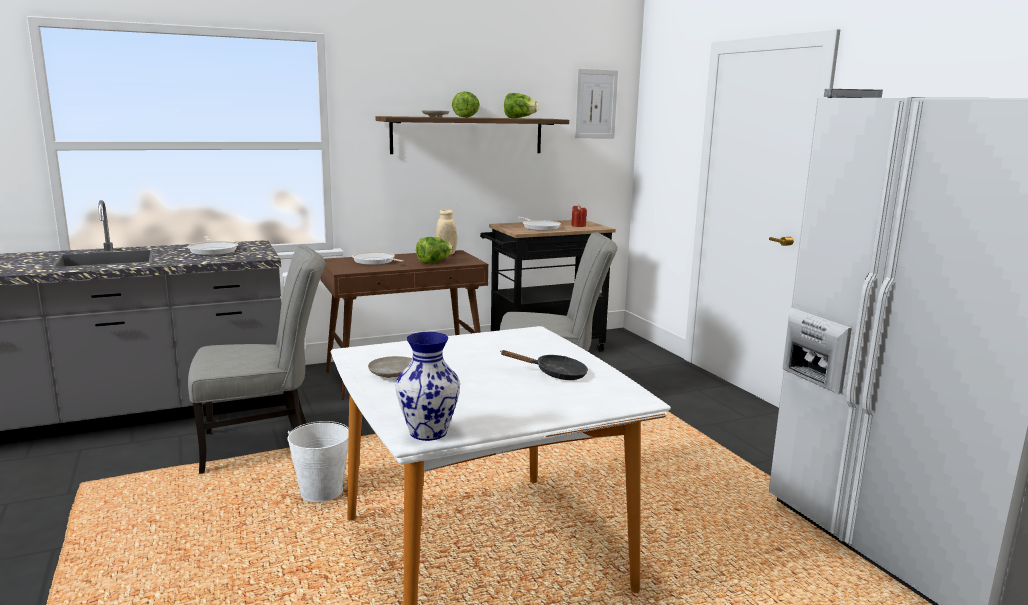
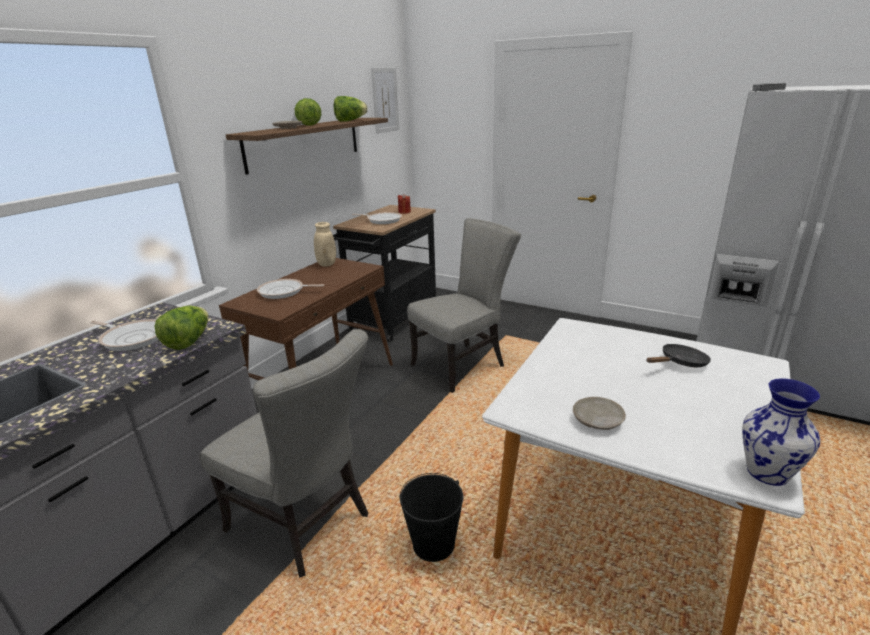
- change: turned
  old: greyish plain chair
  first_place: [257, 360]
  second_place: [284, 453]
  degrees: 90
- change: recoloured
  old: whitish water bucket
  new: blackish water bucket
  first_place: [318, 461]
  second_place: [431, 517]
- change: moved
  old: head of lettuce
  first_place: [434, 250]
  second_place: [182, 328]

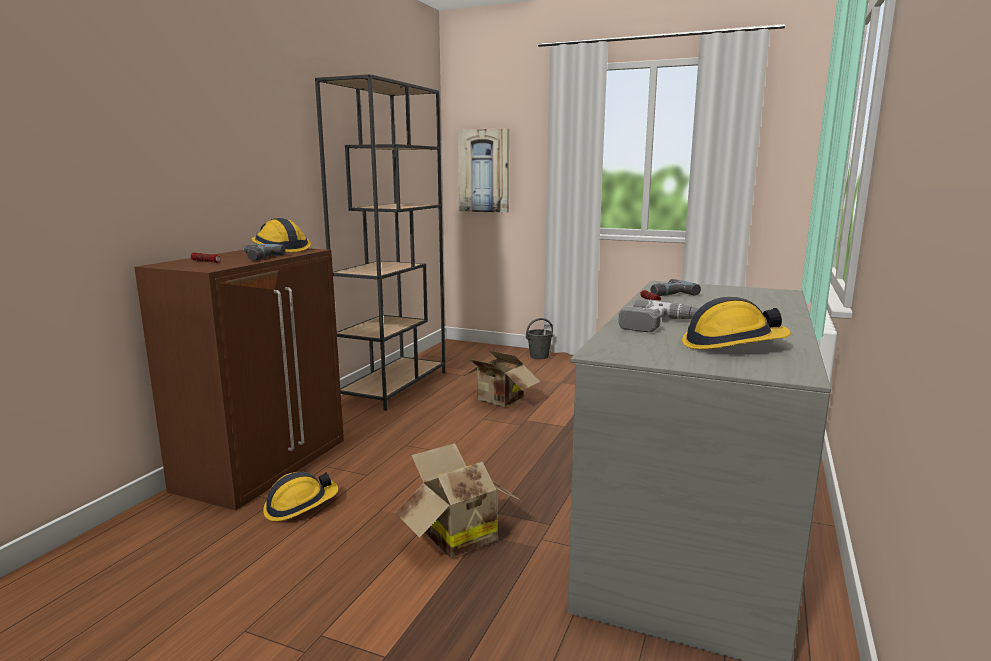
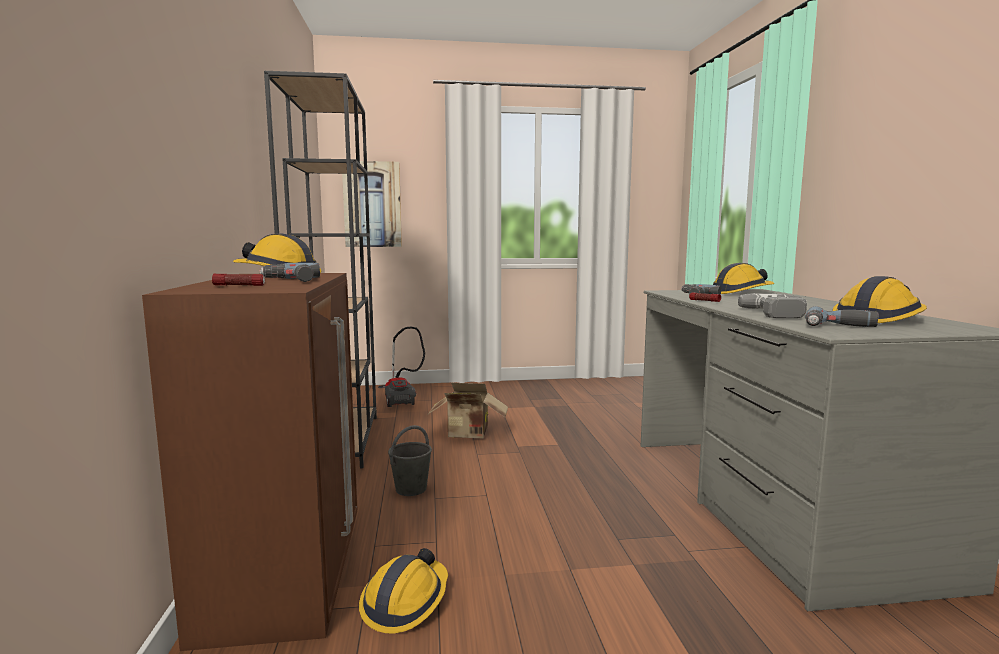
- change: removed
  old: cardboard box
  first_place: [457, 500]
- change: moved
  old: greyish water bucket
  first_place: [539, 338]
  second_place: [410, 460]
- change: added
  new: hoover
  second_place: [401, 367]
- change: added
  new: safety helmet
  second_place: [743, 278]
- change: added
  new: power drill
  second_place: [842, 316]

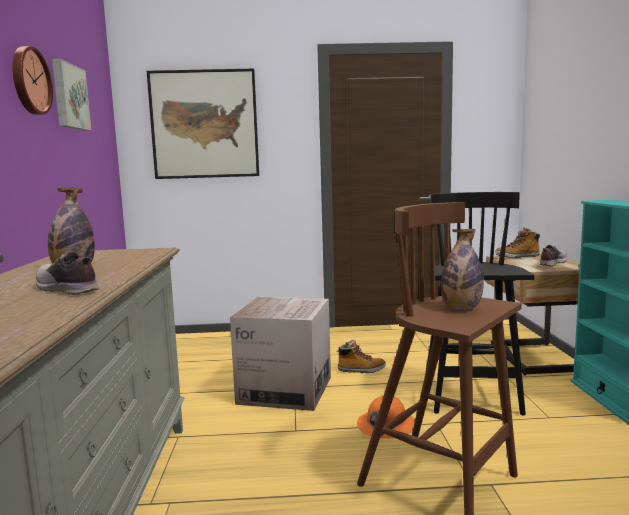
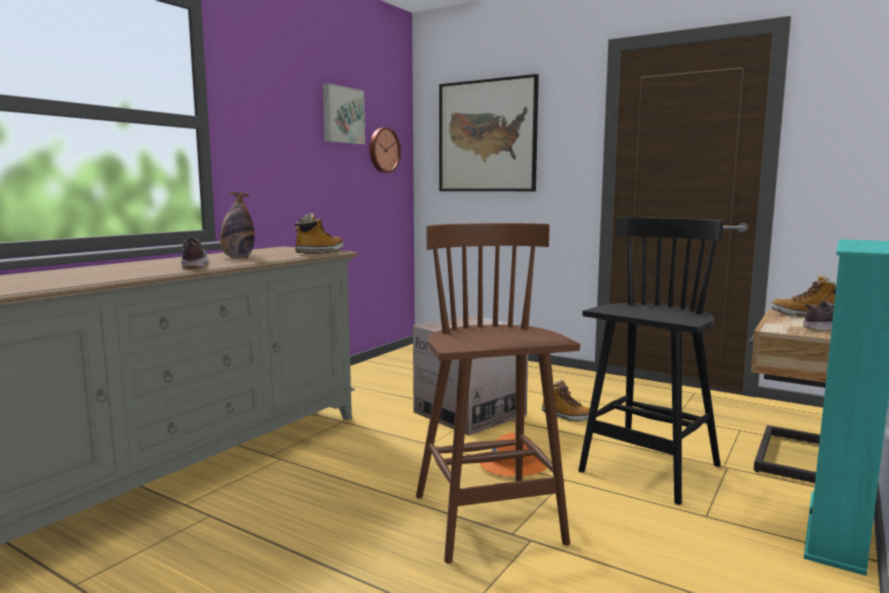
- change: moved
  old: wall clock
  first_place: [32, 80]
  second_place: [385, 150]
- change: removed
  old: drink bottle
  first_place: [462, 269]
- change: added
  new: tall boot
  second_place: [319, 233]

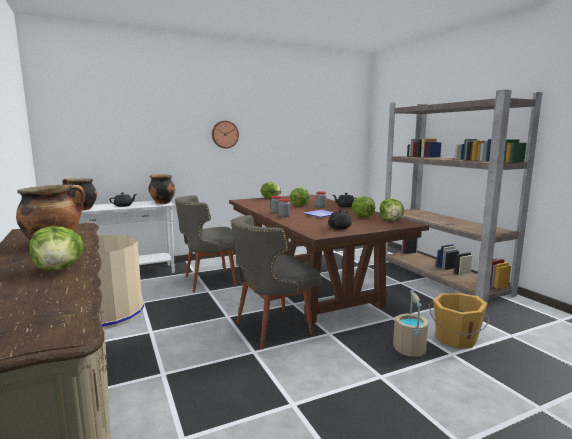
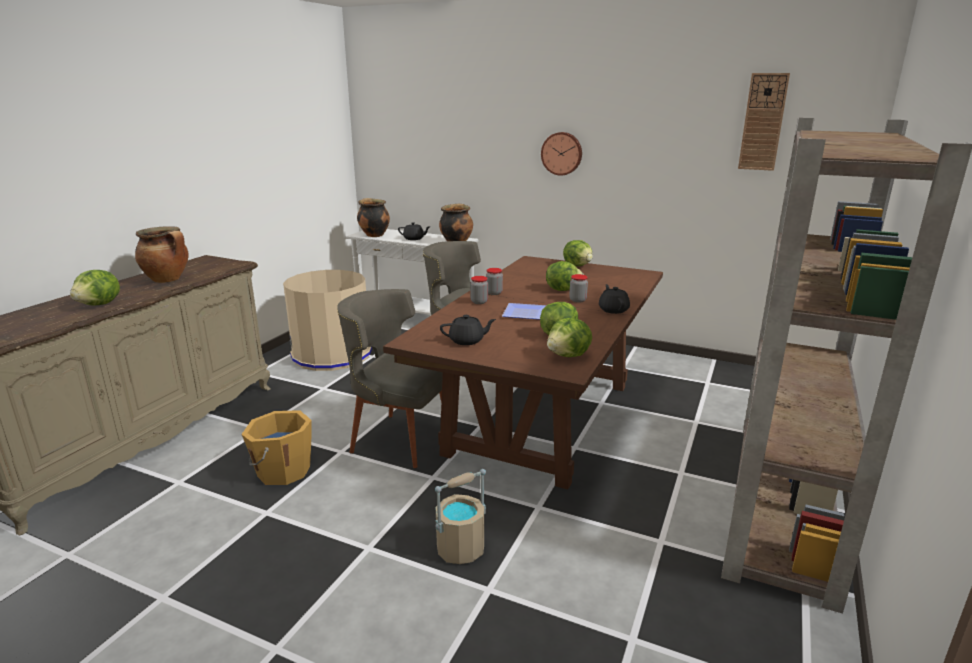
- change: moved
  old: orangey water bucket
  first_place: [459, 320]
  second_place: [276, 447]
- change: added
  new: wall clock
  second_place: [764, 122]

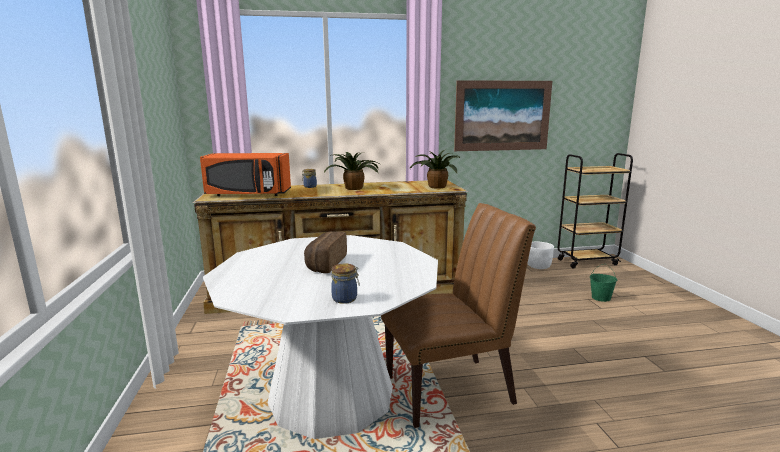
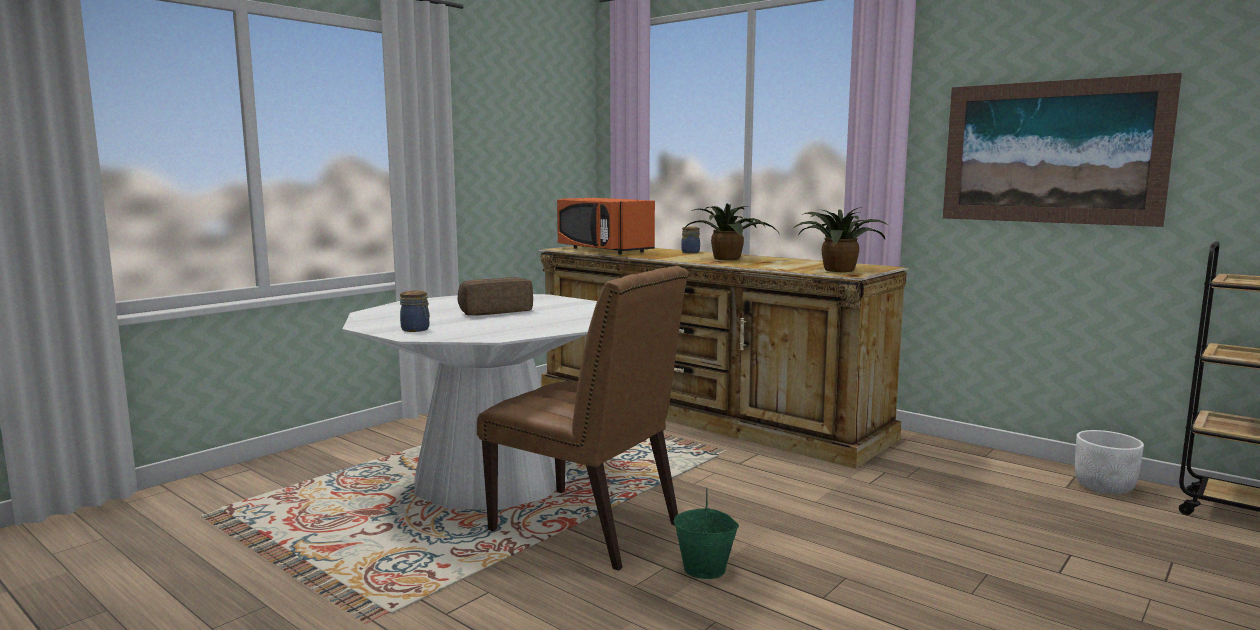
- change: moved
  old: green water bucket
  first_place: [603, 283]
  second_place: [706, 533]

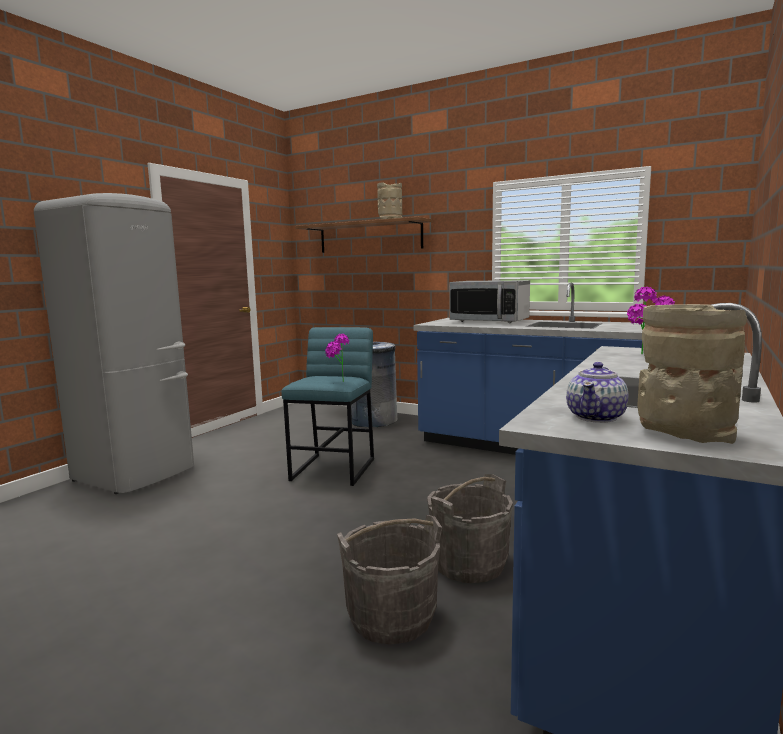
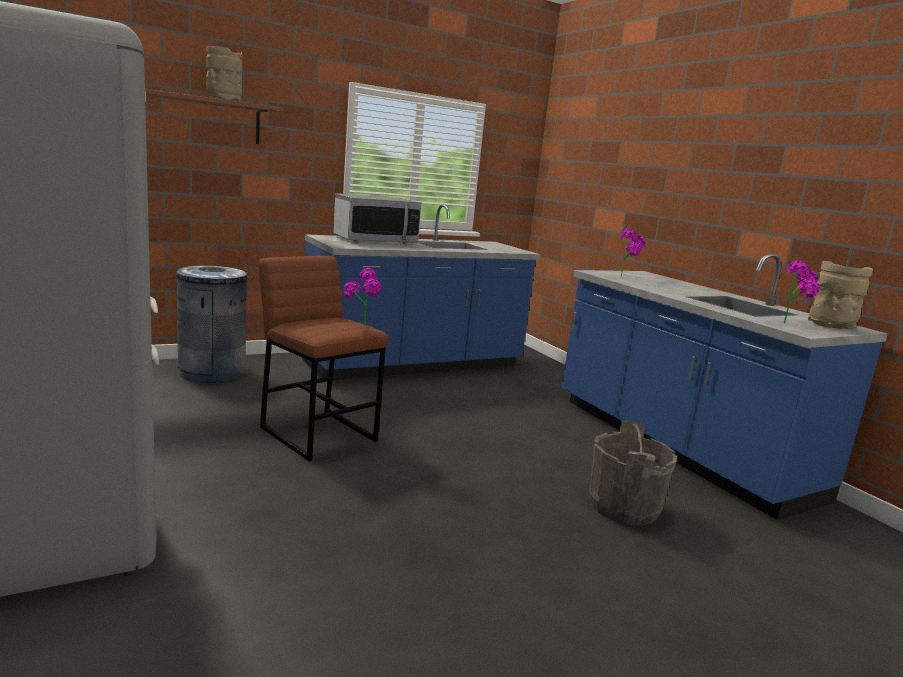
- change: recoloured
  old: blue stool
  new: brown stool
  first_place: [327, 406]
  second_place: [323, 358]
- change: removed
  old: greyish water bucket
  first_place: [470, 528]
- change: replaced
  old: teapot
  new: plant in a pot
  first_place: [597, 392]
  second_place: [802, 291]

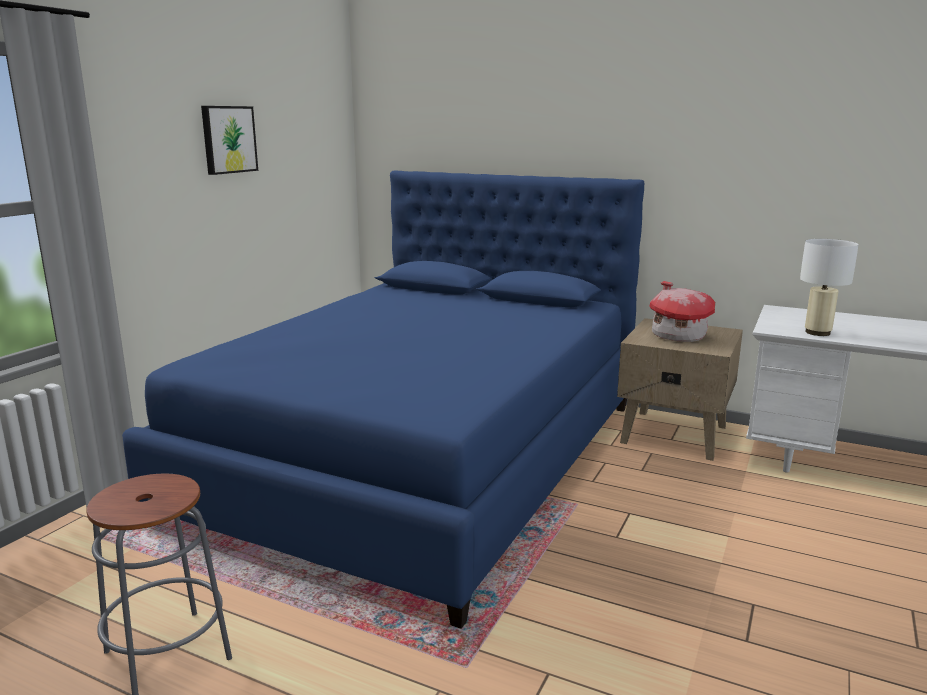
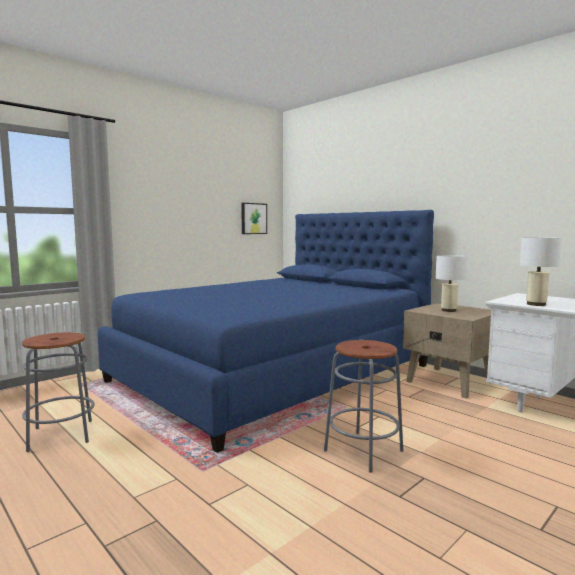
- change: moved
  old: picture
  first_place: [229, 140]
  second_place: [254, 218]
- change: replaced
  old: miniature house
  new: whitish tabletop lamp
  first_place: [682, 311]
  second_place: [451, 283]
- change: added
  new: greyish stool
  second_place: [363, 406]

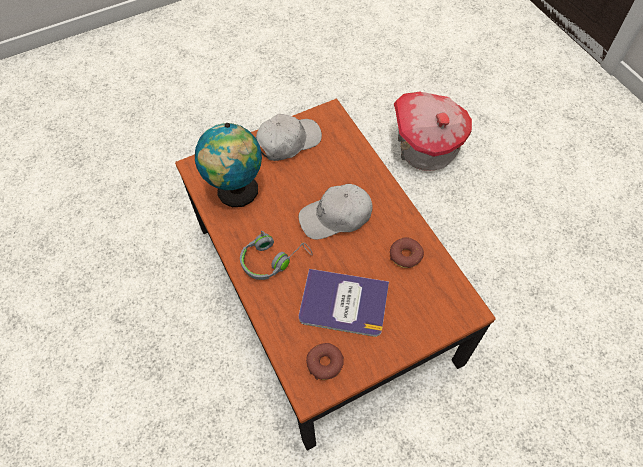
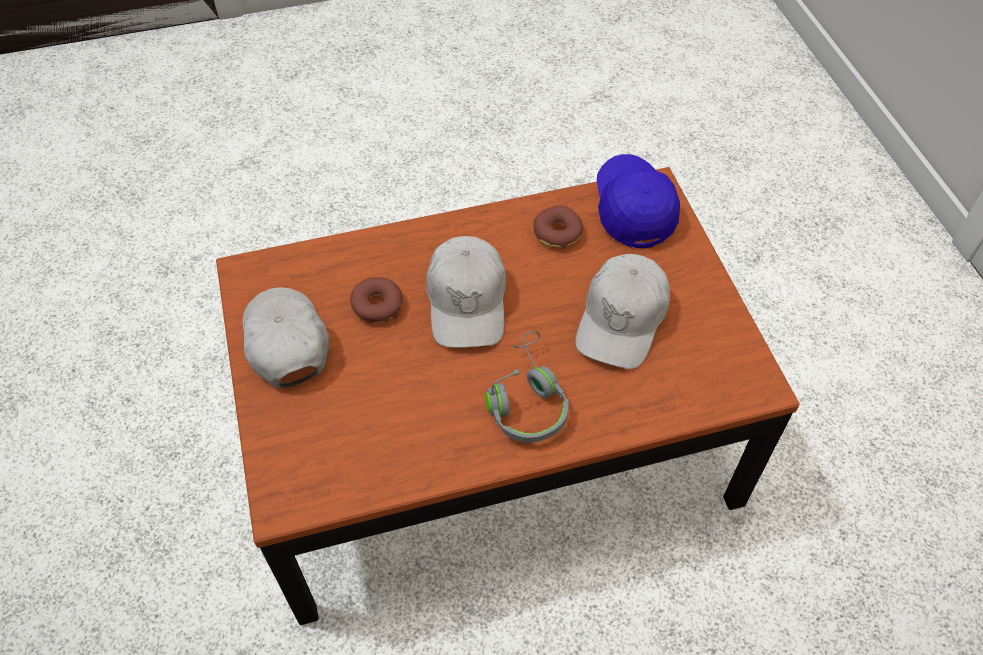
- change: removed
  old: world globe
  first_place: [228, 165]
- change: replaced
  old: volume
  new: whitish cap
  first_place: [344, 303]
  second_place: [622, 311]
- change: moved
  old: donut
  first_place: [325, 361]
  second_place: [376, 300]
- change: removed
  old: miniature house
  first_place: [433, 131]
- change: added
  new: blue cap
  second_place: [638, 201]

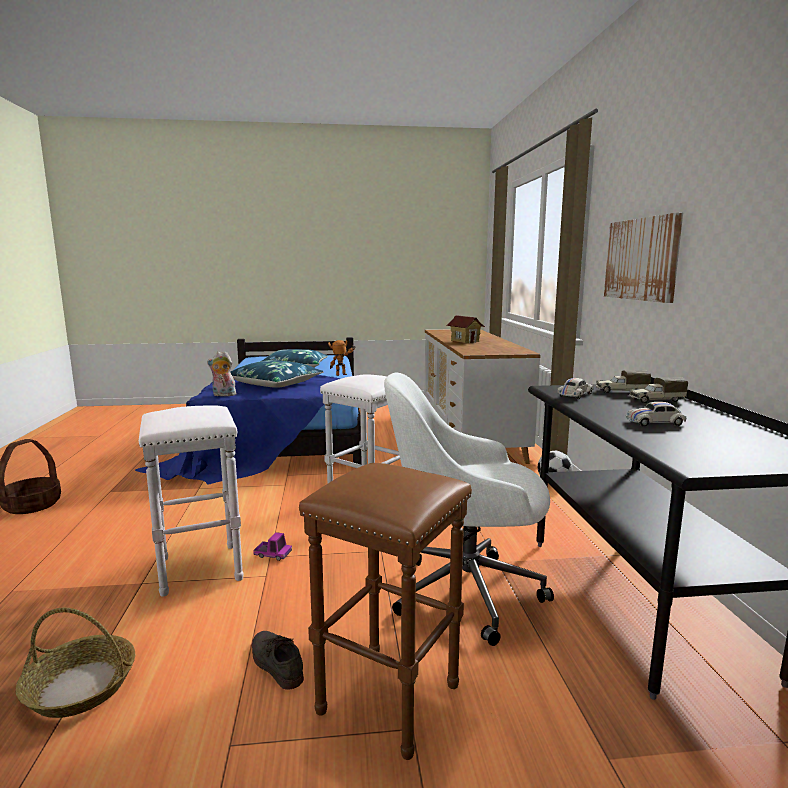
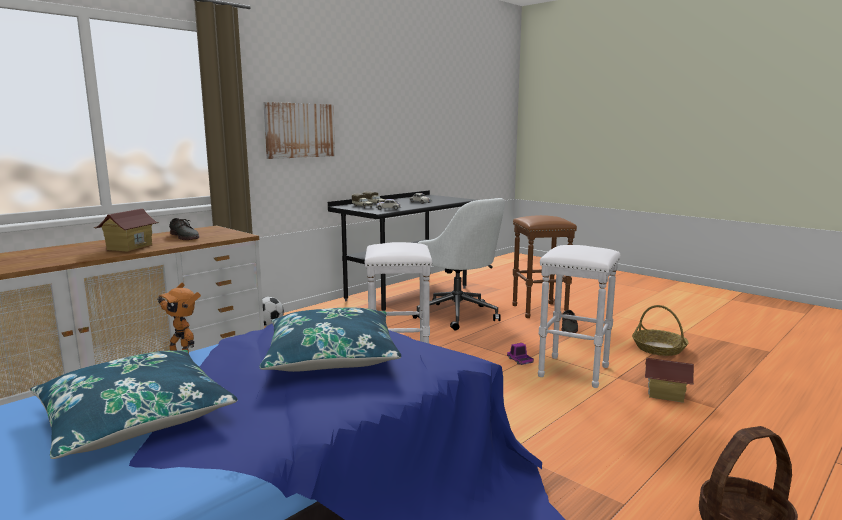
- change: removed
  old: cuddly toy
  first_place: [221, 373]
- change: added
  new: greyish shoe
  second_place: [184, 229]
- change: added
  new: miniature house
  second_place: [669, 380]

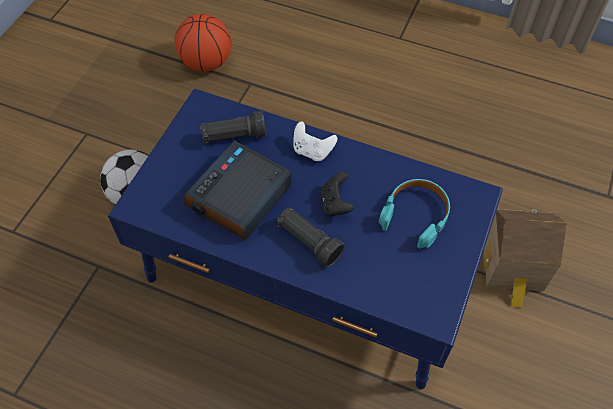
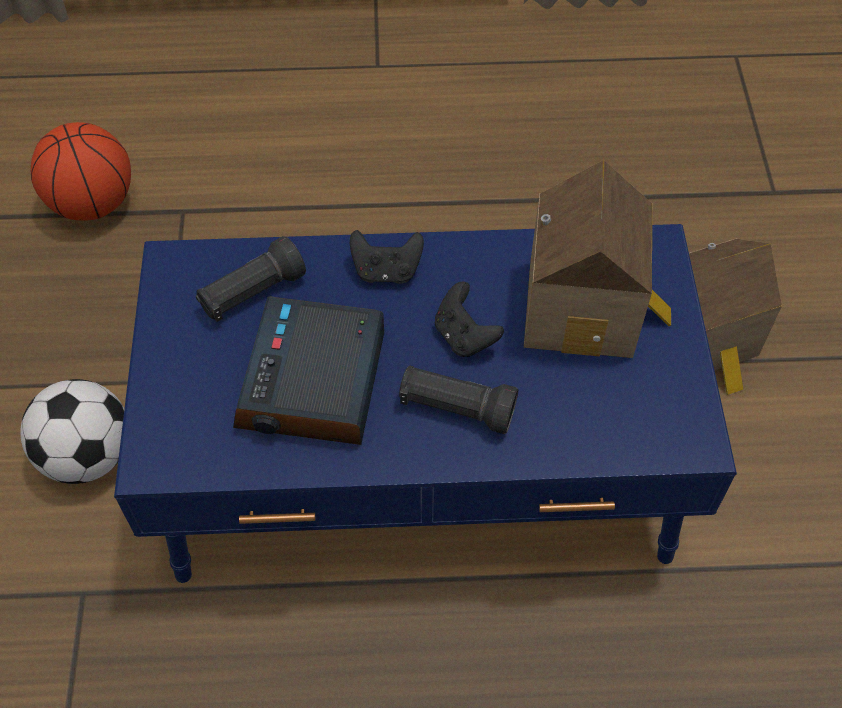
- change: recoloured
  old: whitish joypad
  new: blackish joypad
  first_place: [315, 141]
  second_place: [387, 257]
- change: replaced
  old: blue-green headset
  new: miniature house
  first_place: [414, 214]
  second_place: [597, 259]

